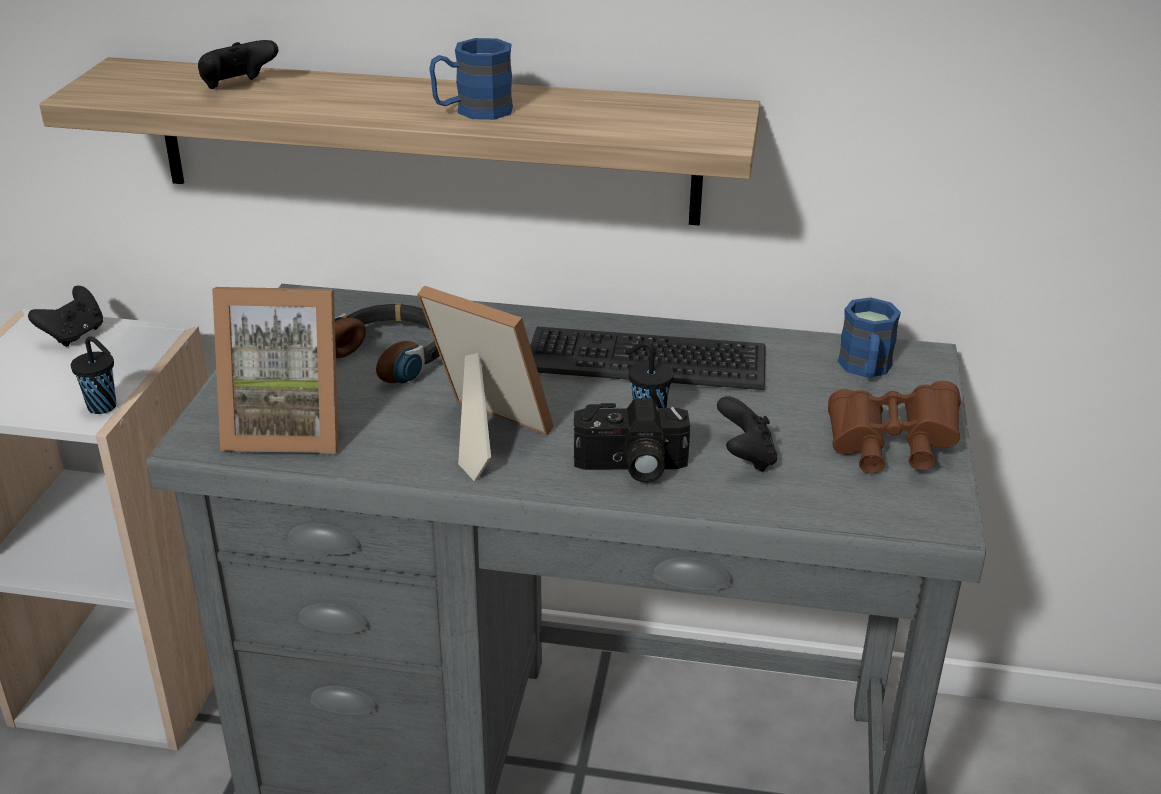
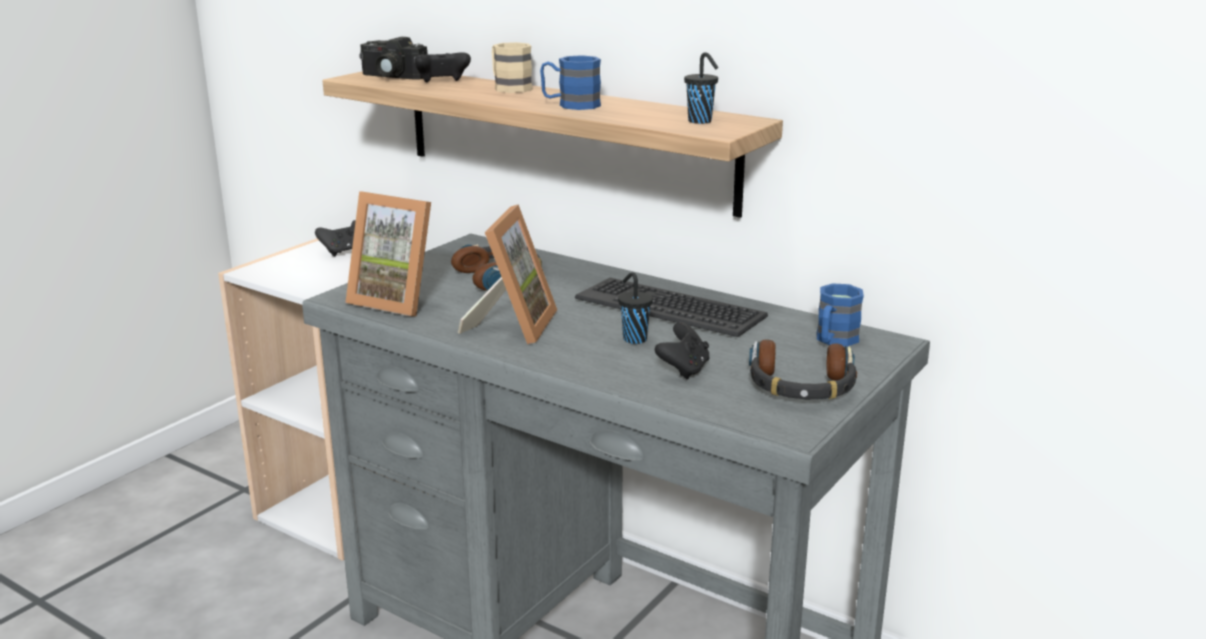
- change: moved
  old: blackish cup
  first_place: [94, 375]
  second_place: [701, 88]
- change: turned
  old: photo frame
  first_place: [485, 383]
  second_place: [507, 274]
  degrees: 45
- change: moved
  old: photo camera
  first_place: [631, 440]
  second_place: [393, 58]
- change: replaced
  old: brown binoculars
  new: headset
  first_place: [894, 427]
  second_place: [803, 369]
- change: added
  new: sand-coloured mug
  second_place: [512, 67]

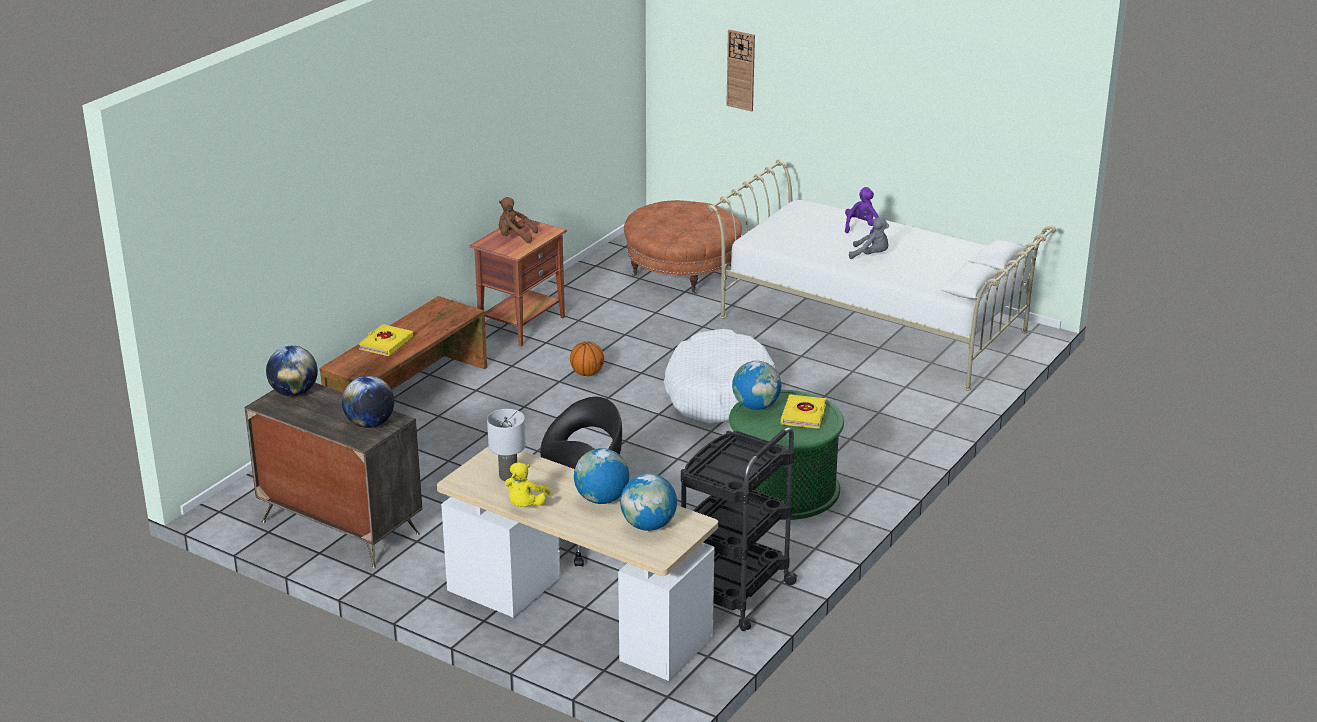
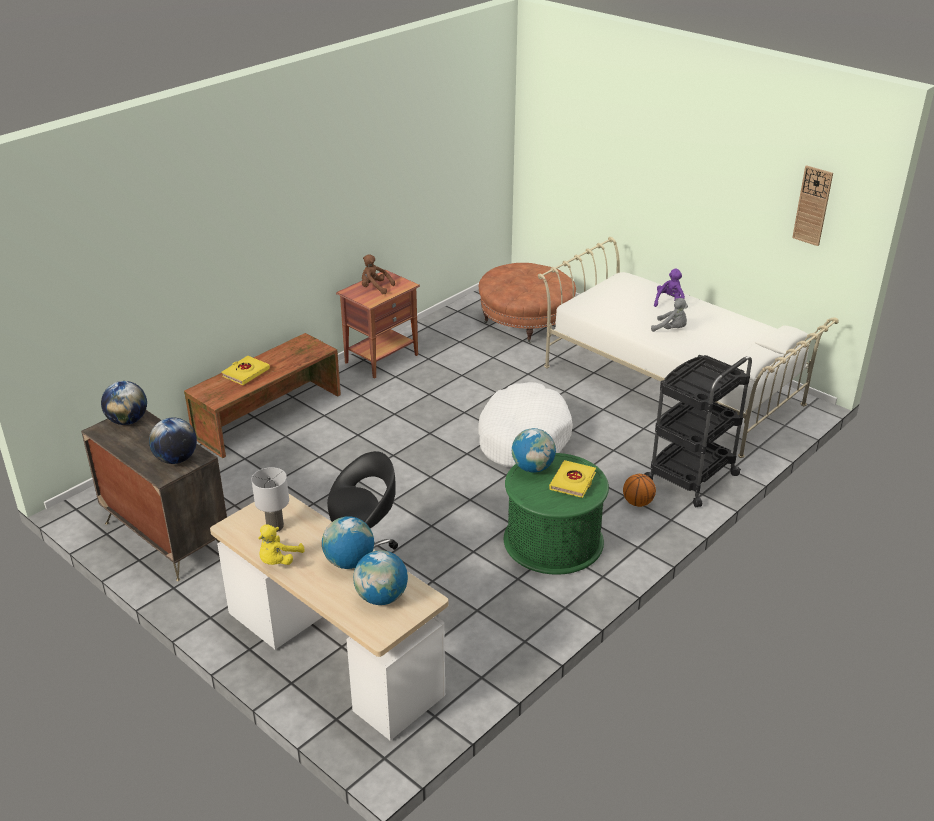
- change: moved
  old: basketball ball
  first_place: [587, 358]
  second_place: [639, 490]
- change: moved
  old: blackish trolley
  first_place: [739, 529]
  second_place: [698, 431]
- change: moved
  old: wall clock
  first_place: [740, 70]
  second_place: [812, 205]

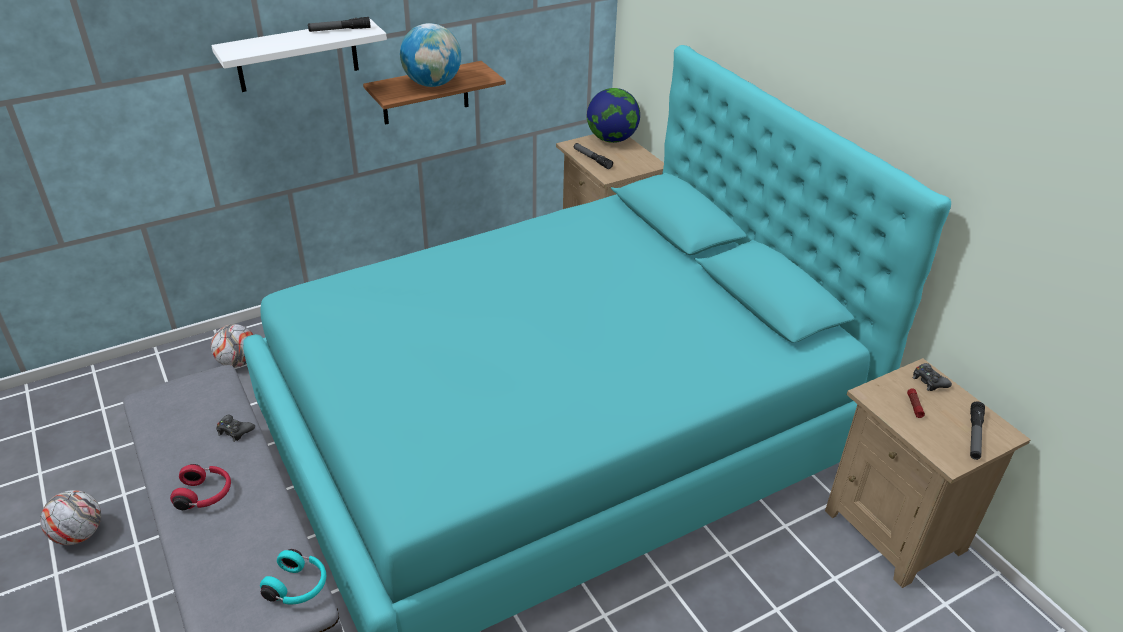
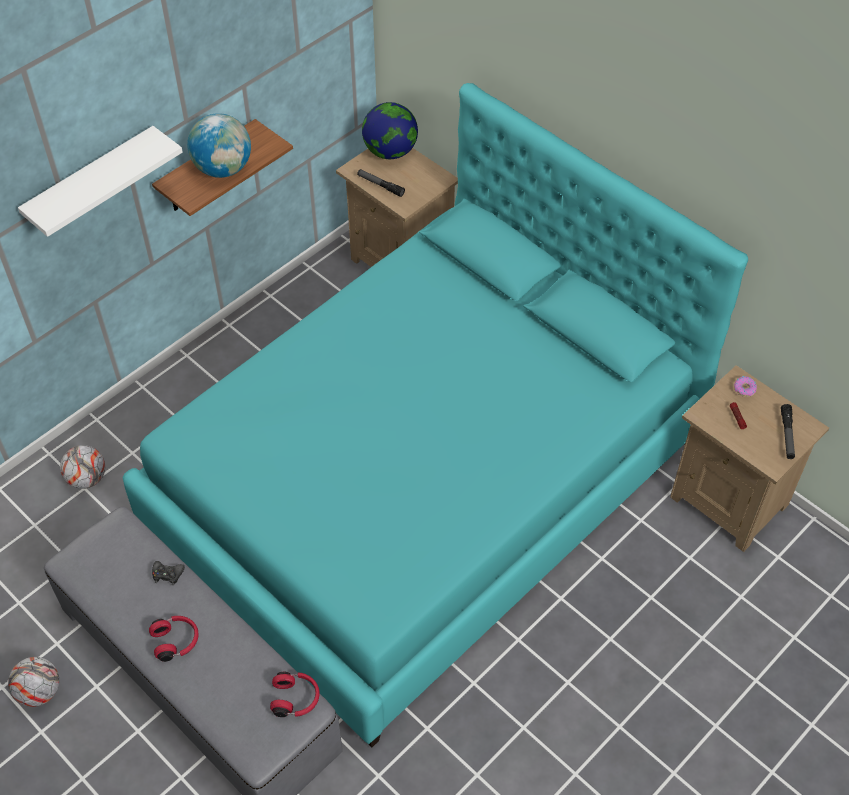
- change: recoloured
  old: blue-green headset
  new: red-coloured headset
  first_place: [293, 576]
  second_place: [295, 694]
- change: removed
  old: hand torch
  first_place: [339, 24]
- change: replaced
  old: blackish joypad
  new: donut
  first_place: [932, 377]
  second_place: [745, 386]

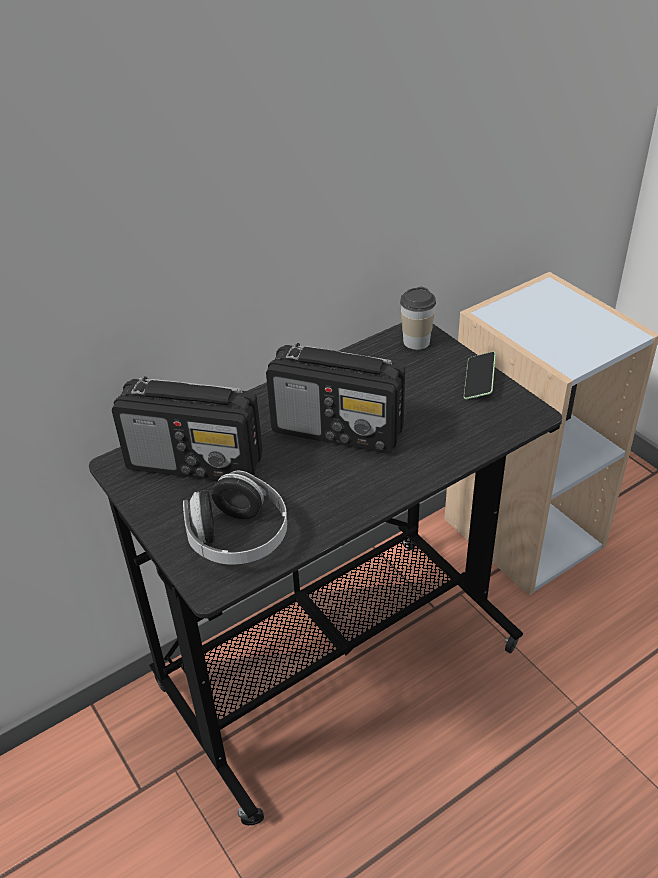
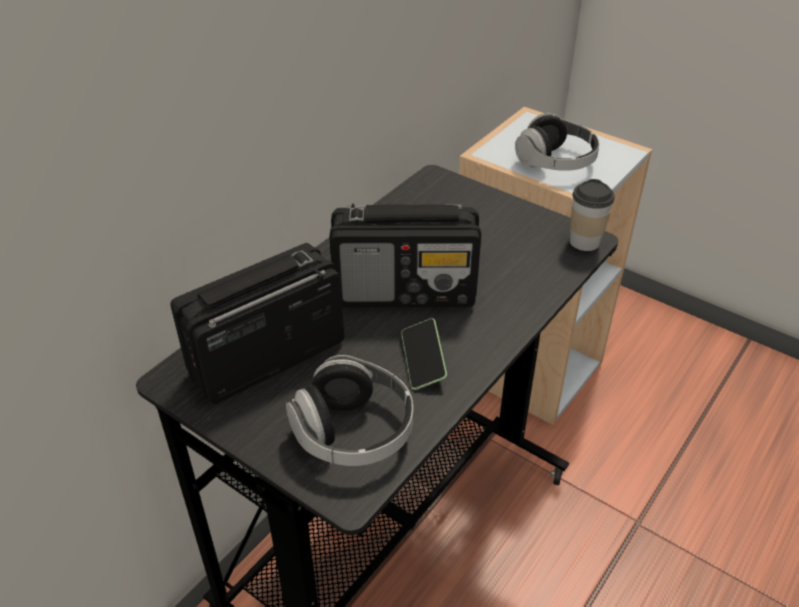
- change: turned
  old: radio set
  first_place: [187, 428]
  second_place: [257, 323]
  degrees: 150
- change: moved
  old: cup
  first_place: [418, 318]
  second_place: [592, 215]
- change: moved
  old: handset
  first_place: [480, 375]
  second_place: [424, 354]
- change: added
  new: headset
  second_place: [557, 142]

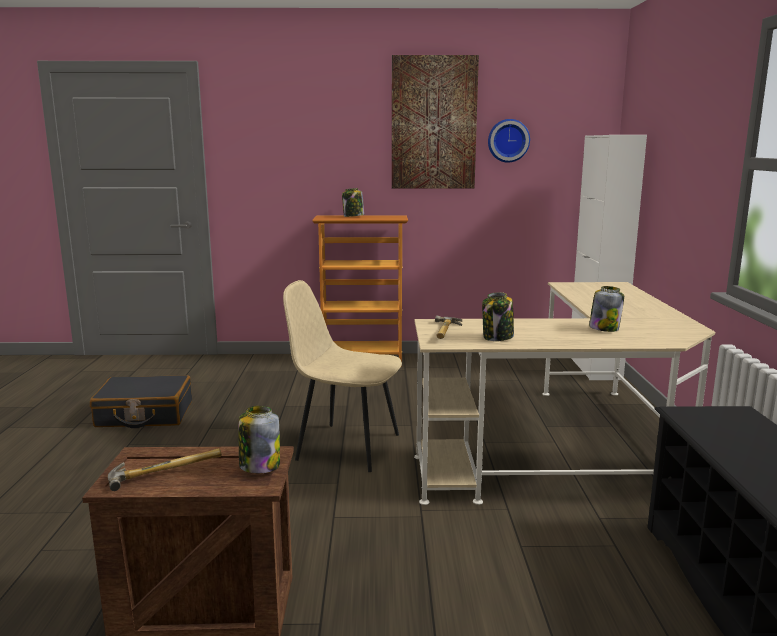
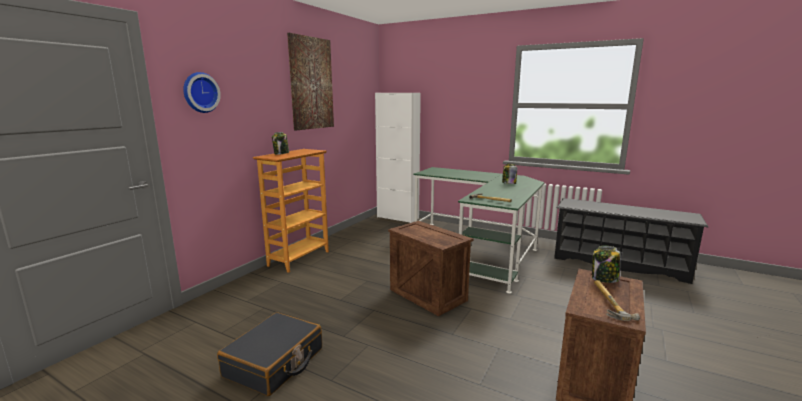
- change: replaced
  old: sand-coloured plain chair
  new: packing crate
  first_place: [342, 376]
  second_place: [431, 268]
- change: recoloured
  old: sand-coloured desk unit
  new: green desk unit
  first_place: [564, 393]
  second_place: [479, 230]
- change: removed
  old: jar
  first_place: [498, 316]
- change: moved
  old: wall clock
  first_place: [509, 141]
  second_place: [202, 92]

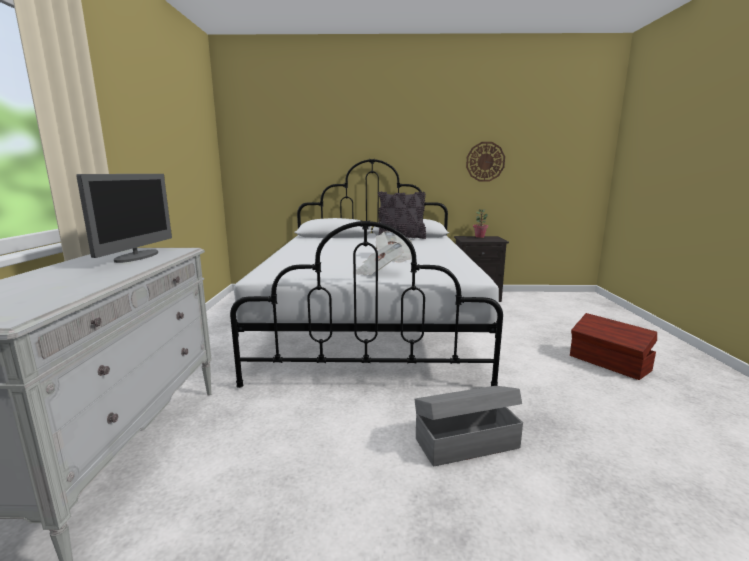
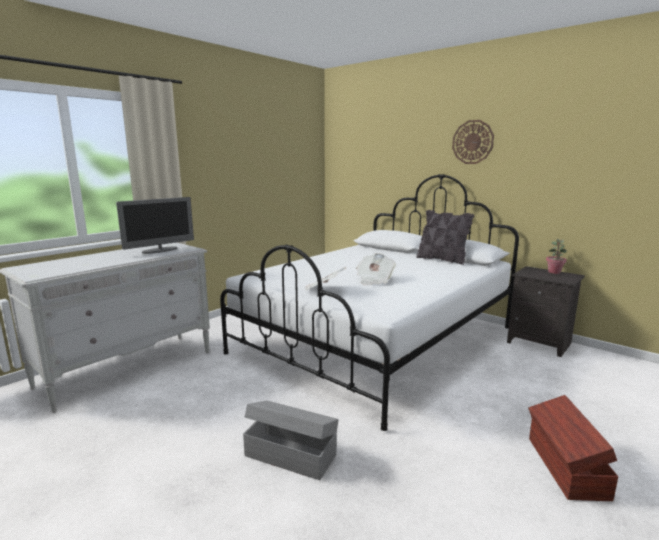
- change: moved
  old: wall clock
  first_place: [485, 162]
  second_place: [473, 142]

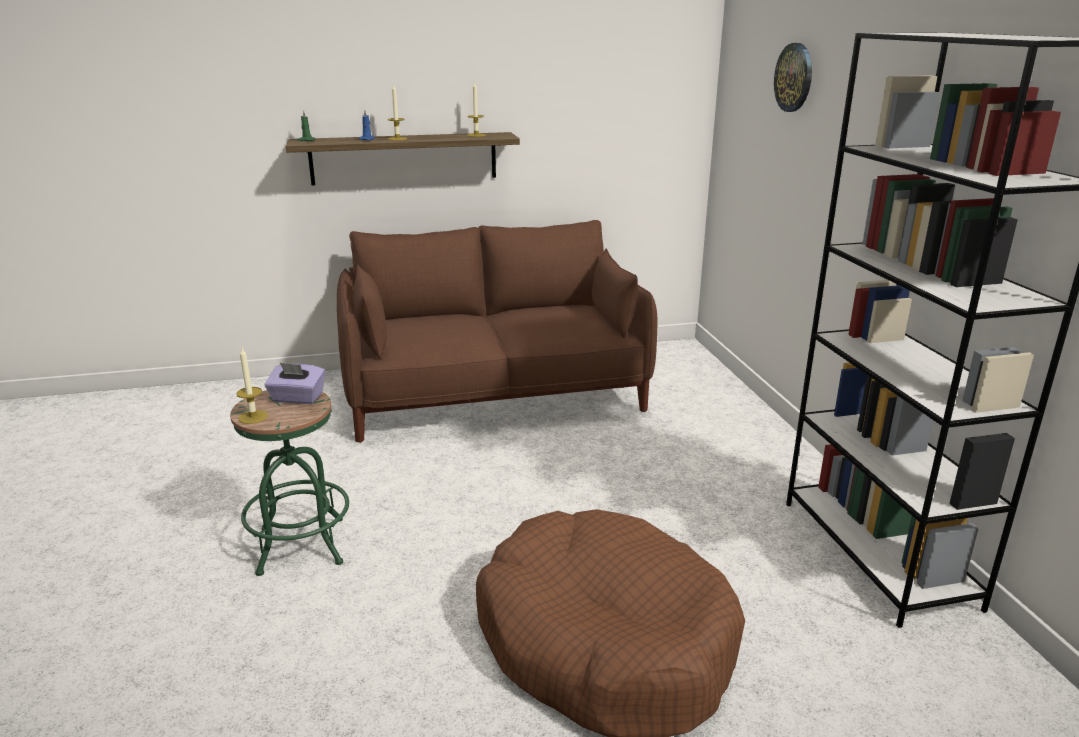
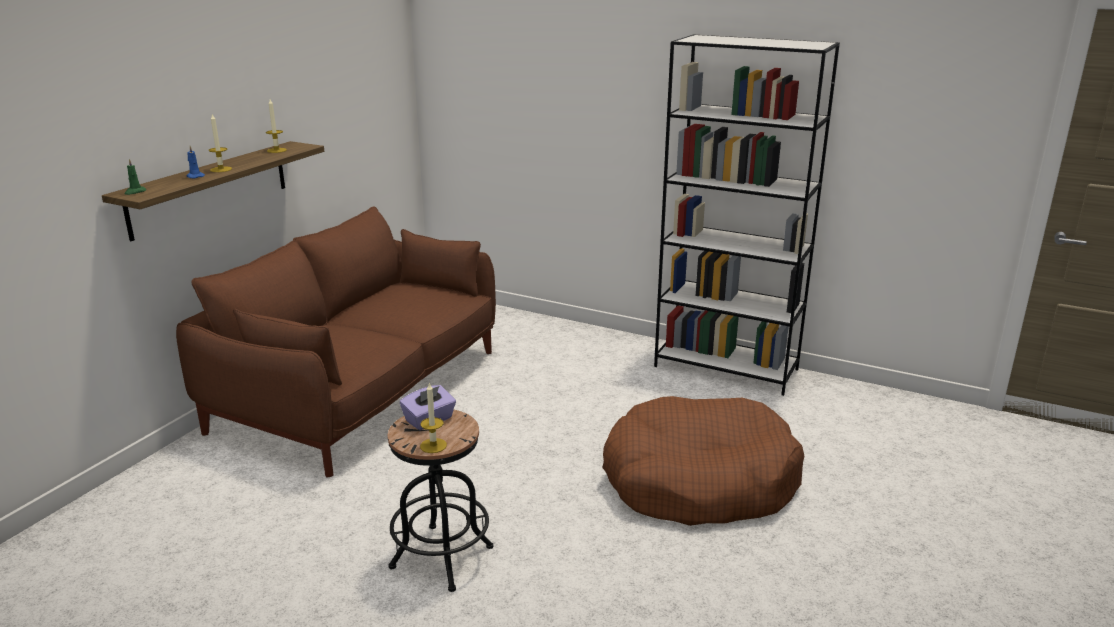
- change: recoloured
  old: green stool
  new: blackish stool
  first_place: [289, 483]
  second_place: [441, 501]
- change: removed
  old: wall clock
  first_place: [793, 77]

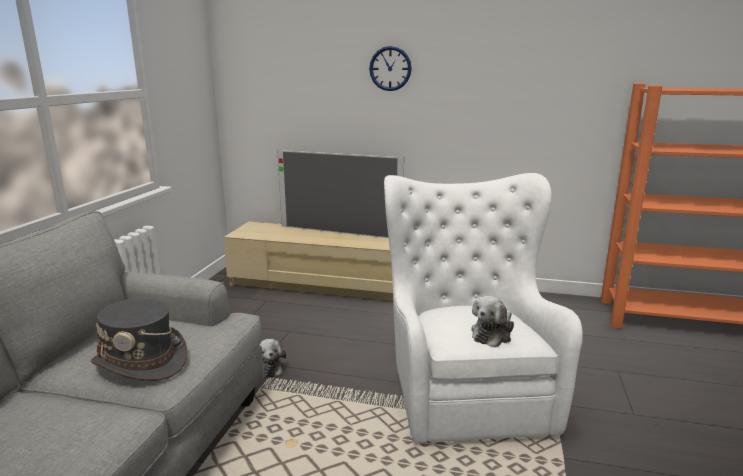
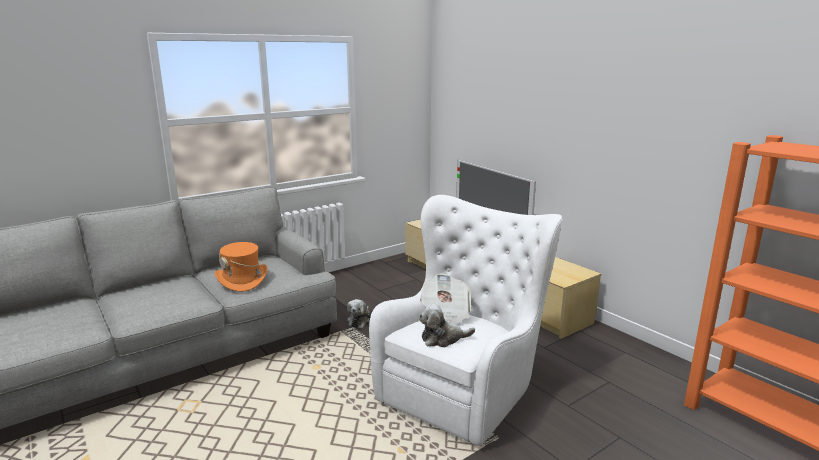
- change: recoloured
  old: greyish wearable hat
  new: orangey wearable hat
  first_place: [139, 339]
  second_place: [241, 267]
- change: removed
  old: wall clock
  first_place: [390, 68]
- change: added
  new: printed paper
  second_place: [445, 298]

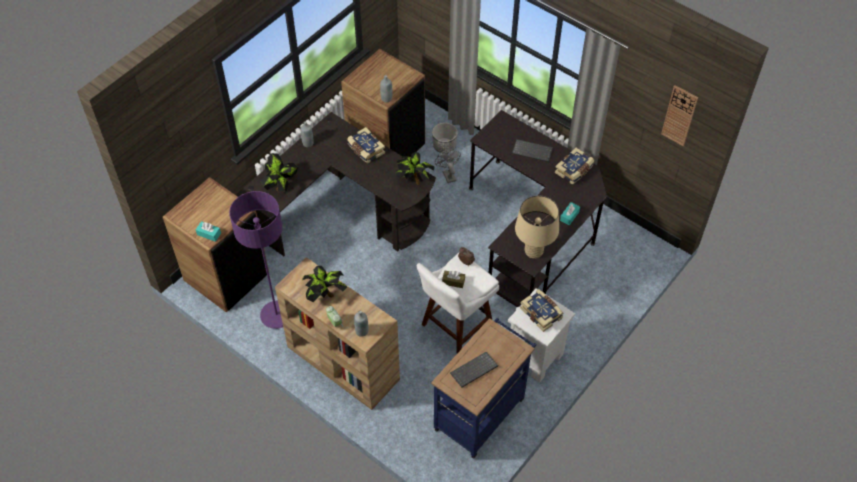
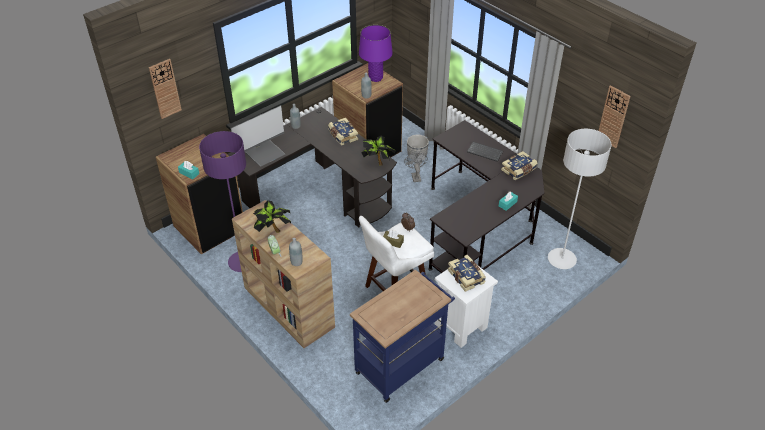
- change: replaced
  old: plant in a pot
  new: monitor
  first_place: [279, 172]
  second_place: [257, 135]
- change: removed
  old: PC keyboard
  first_place: [474, 369]
- change: removed
  old: sand-coloured tabletop lamp
  first_place: [537, 227]
- change: added
  new: wall clock
  second_place: [165, 89]
- change: added
  new: purple tabletop lamp
  second_place: [376, 53]
- change: added
  new: greyish standing lamp
  second_place: [580, 198]

